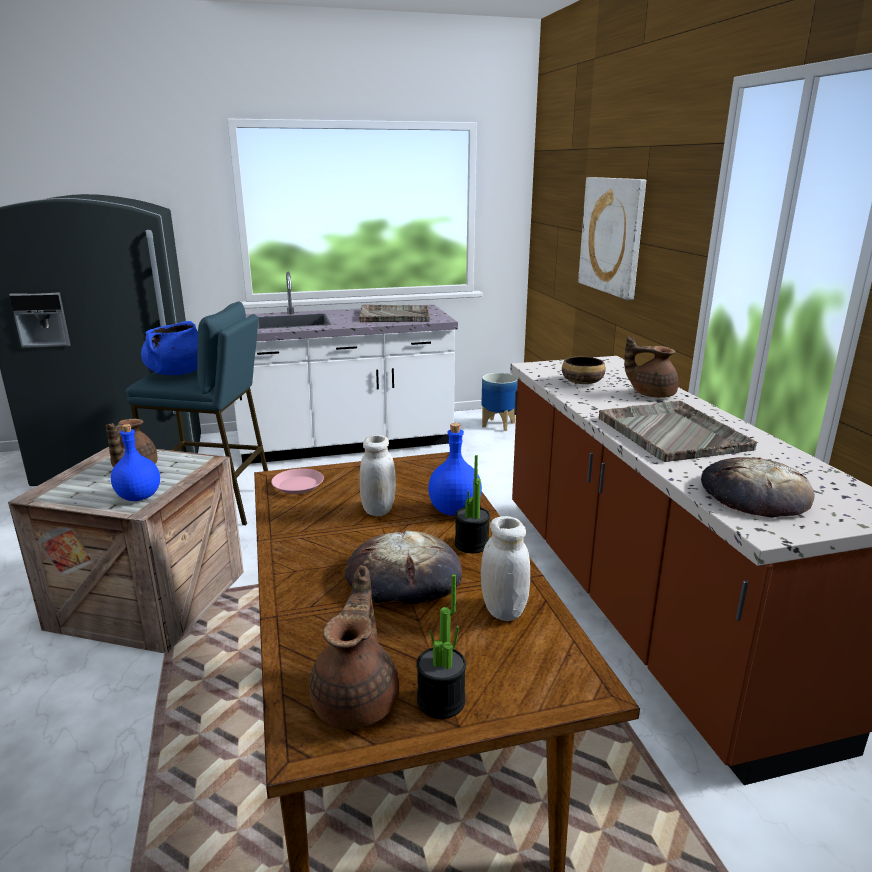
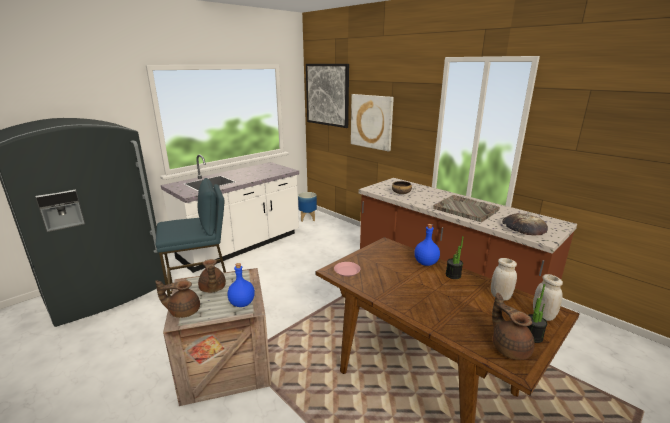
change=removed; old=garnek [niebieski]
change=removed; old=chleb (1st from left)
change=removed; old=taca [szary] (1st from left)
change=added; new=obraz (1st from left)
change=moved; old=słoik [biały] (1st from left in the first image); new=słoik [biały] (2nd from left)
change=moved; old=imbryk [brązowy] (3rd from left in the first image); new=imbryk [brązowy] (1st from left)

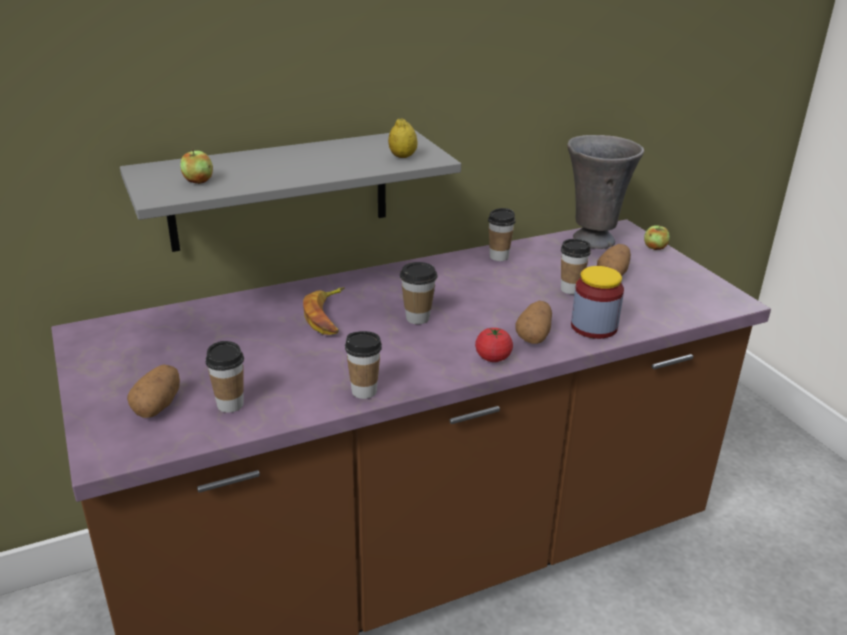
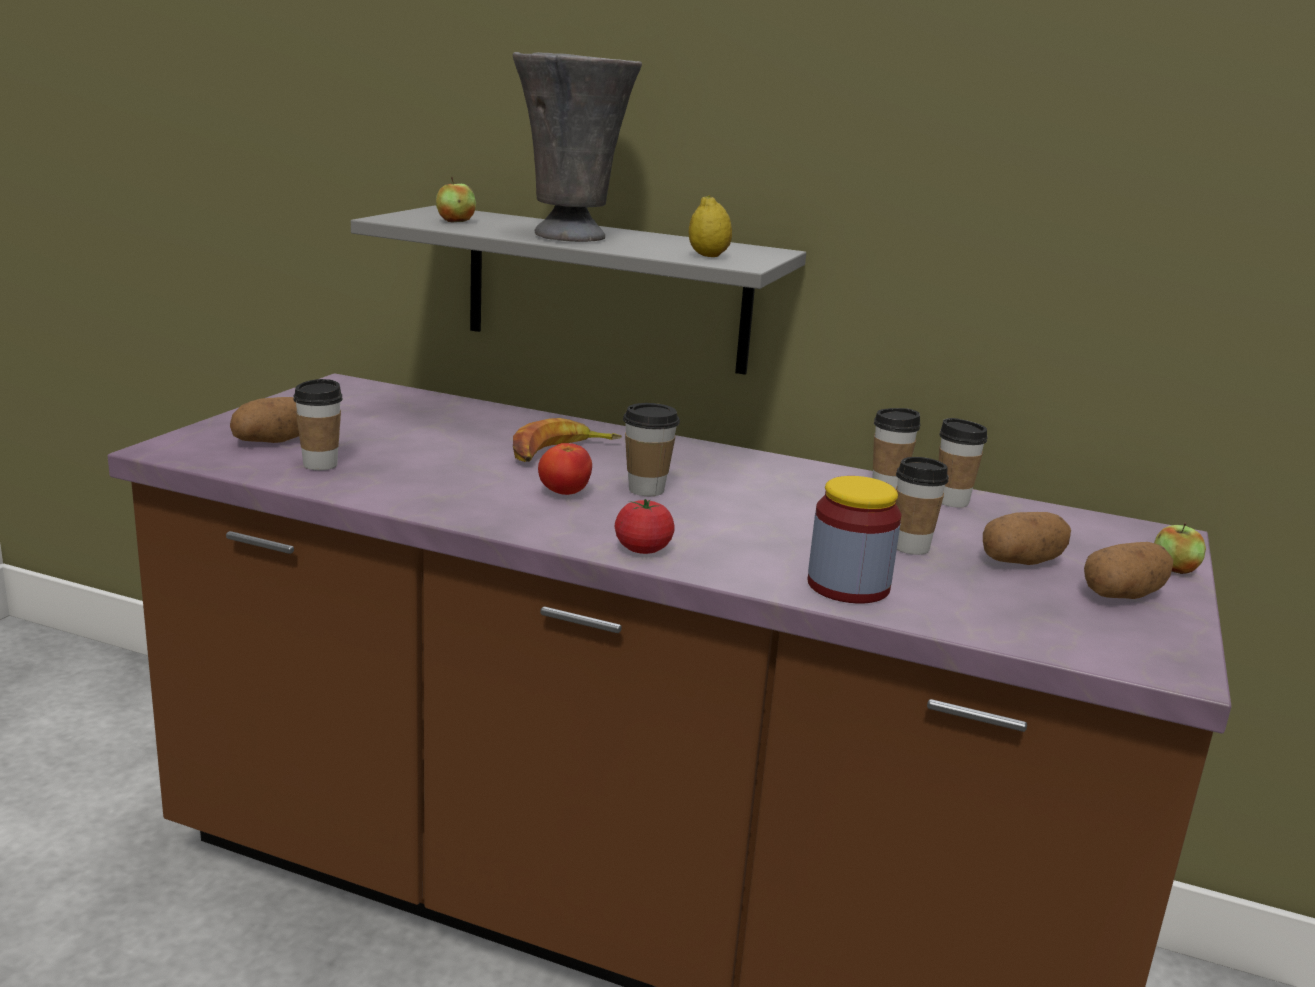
change=added; new=pomidor (1st from left)
change=moved; old=filiżanka (2nd from left in the first image); new=filiżanka (5th from left)
change=moved; old=ziemniak (2nd from left in the first image); new=ziemniak (3rd from left)
change=moved; old=wazon [szary]

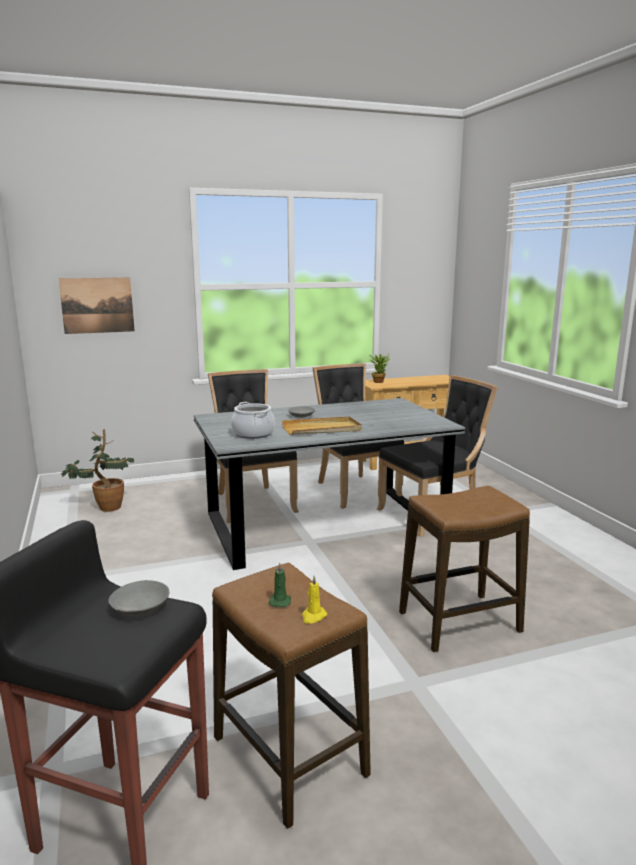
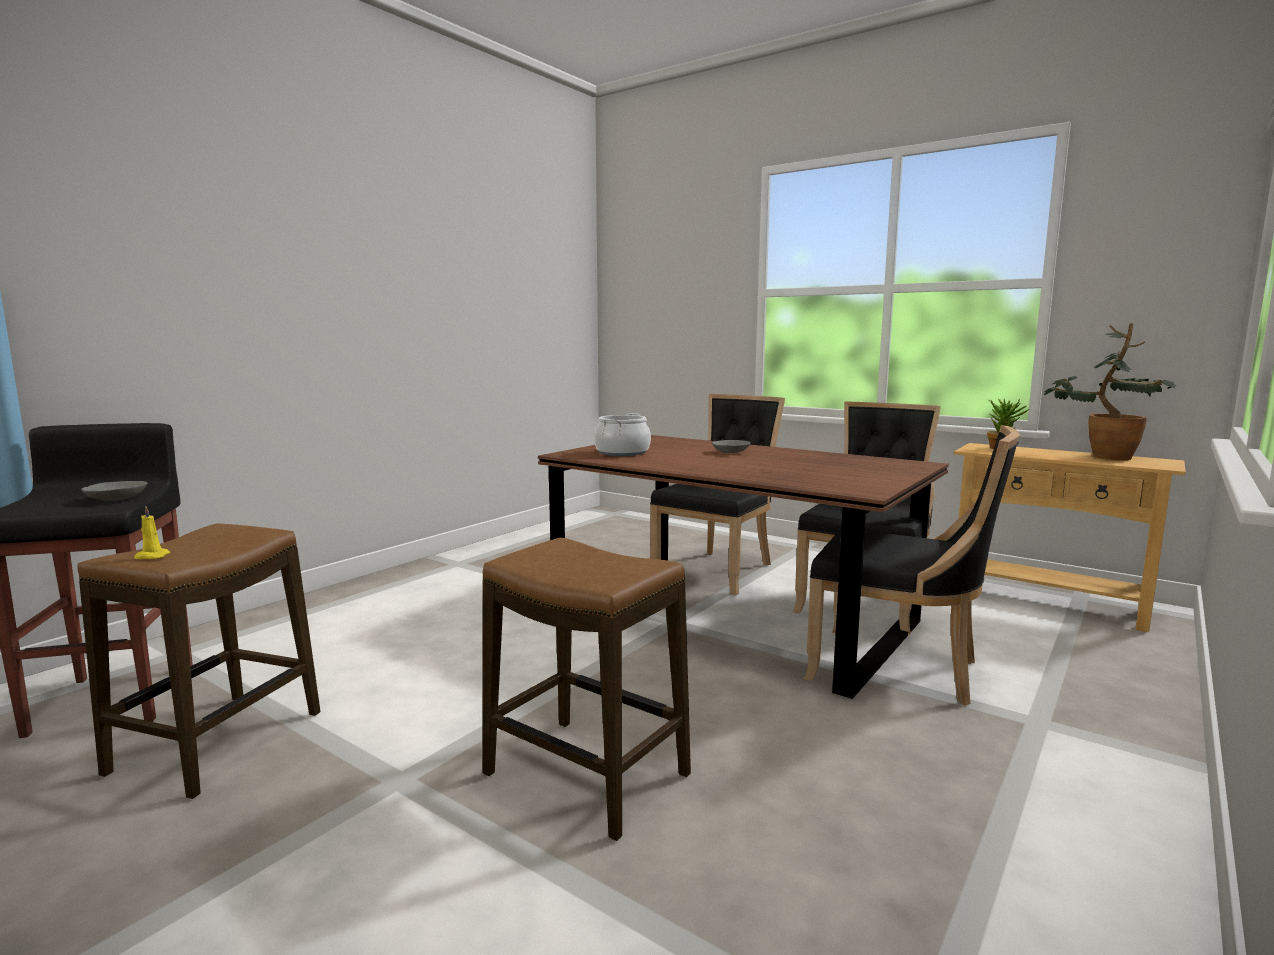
change=removed; old=obraz
change=removed; old=świeca [zielony]
change=removed; old=taca [beżowy]
change=moved; old=roślina doniczkowa (1st from left in the first image); new=roślina doniczkowa (2nd from left)
change=recoloured; old=stół jadalny [szary]; new=stół jadalny [brązowy]

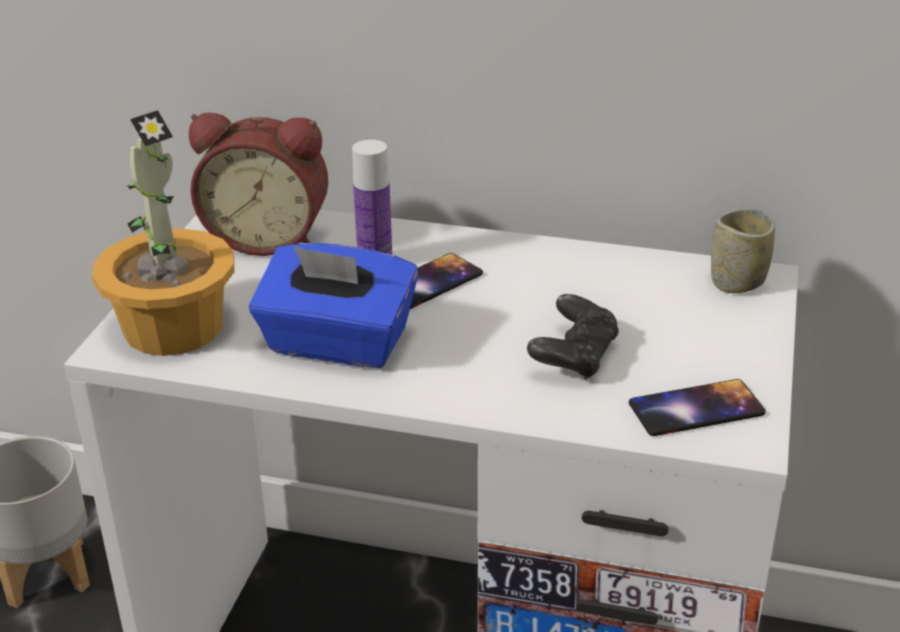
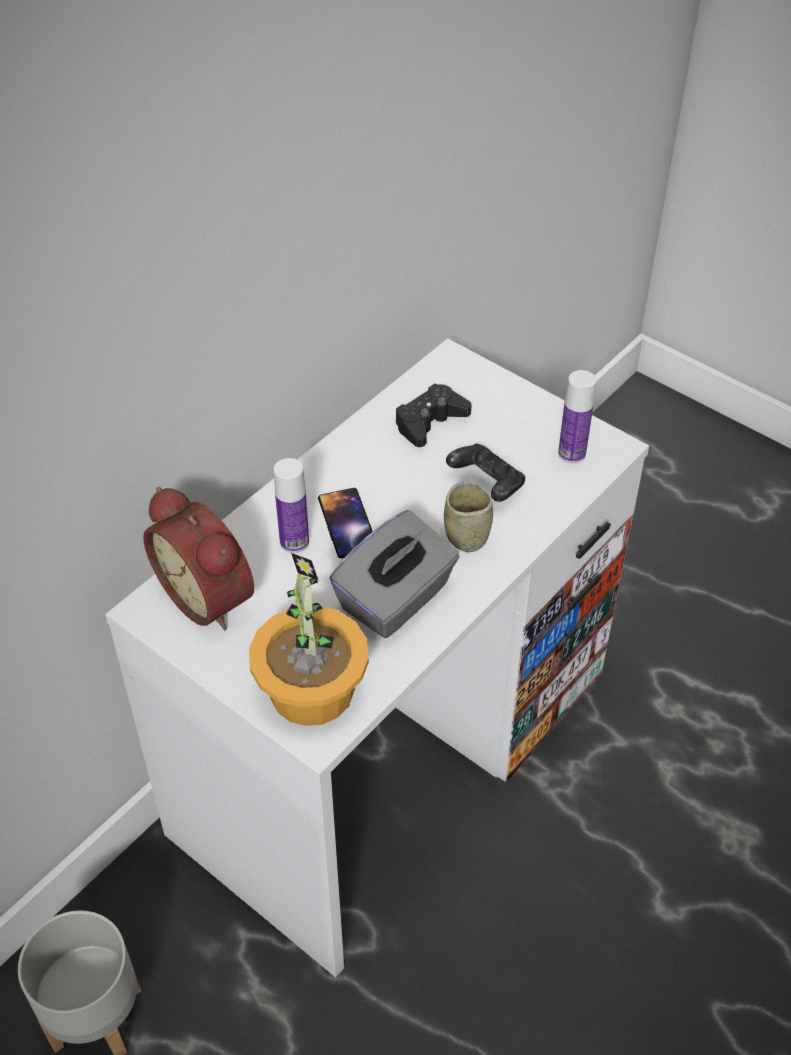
change=added; new=pad do gier [czarny] (1st from left)
change=moved; old=filiżanka
change=replaced; old=telefon (2nd from left); new=butelka (2nd from left)
change=recoloured; old=pudełko chusteczek [niebieski]; new=pudełko chusteczek [szary]
change=turned; old=budzik; degrees=105

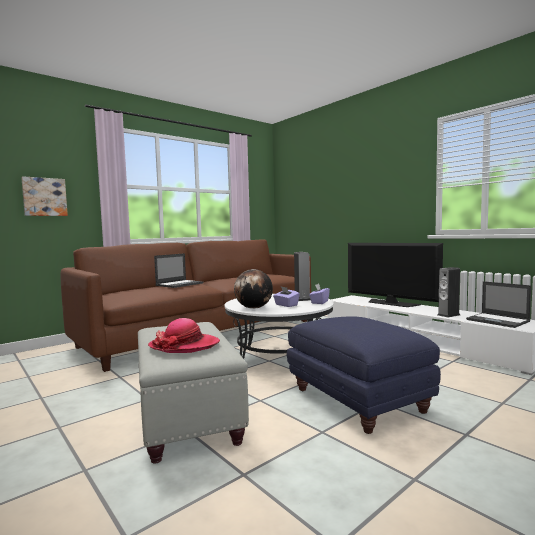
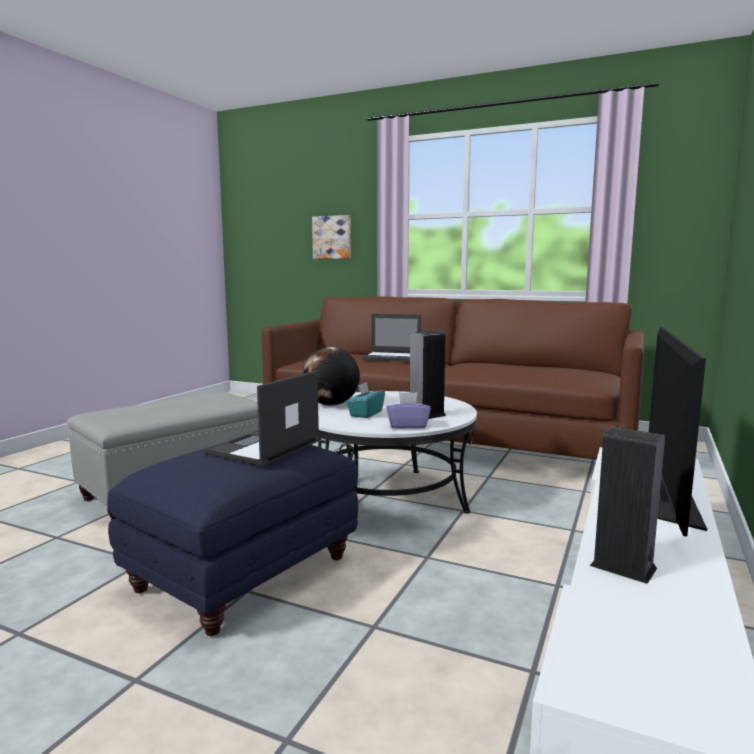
change=removed; old=kapelusz
change=moved; old=laptop (2nd from left in the first image); new=laptop (1st from left)
change=recoloured; old=pudełko chusteczek [fioletowy] (1st from left); new=pudełko chusteczek [turkusowy]

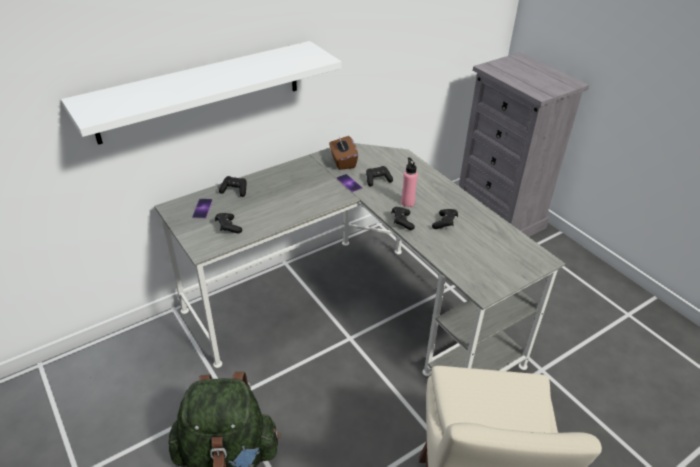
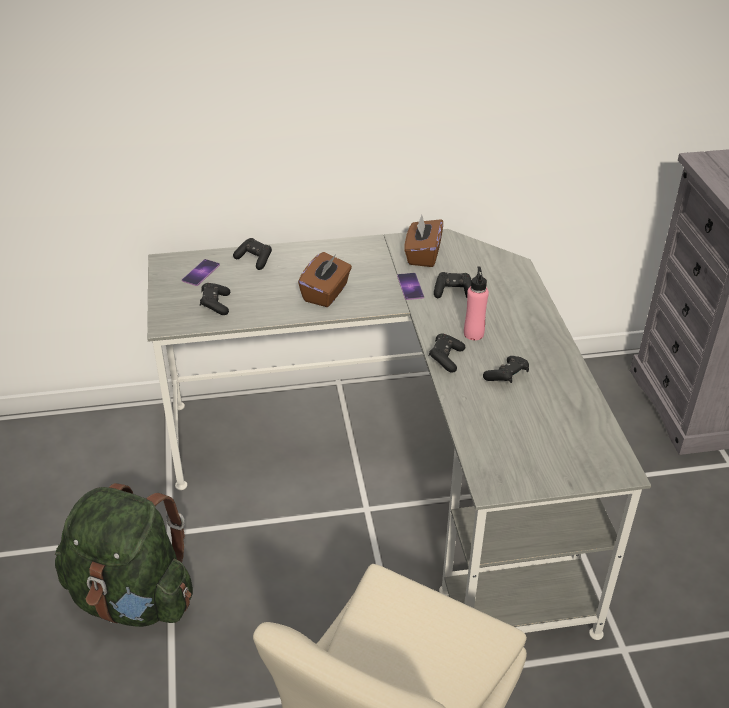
change=removed; old=półka [biały]
change=added; new=pudełko chusteczek [brązowy] (1st from left)

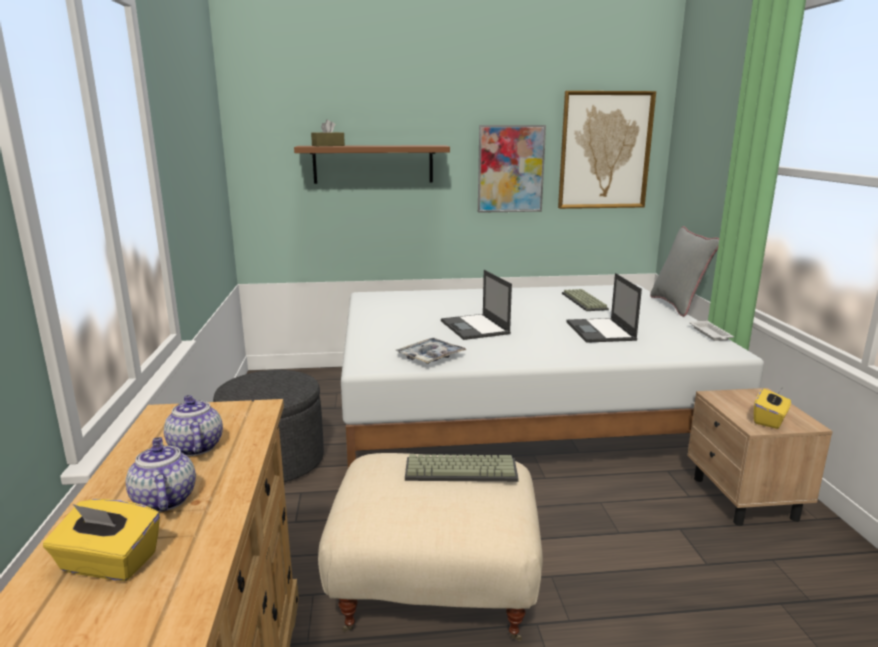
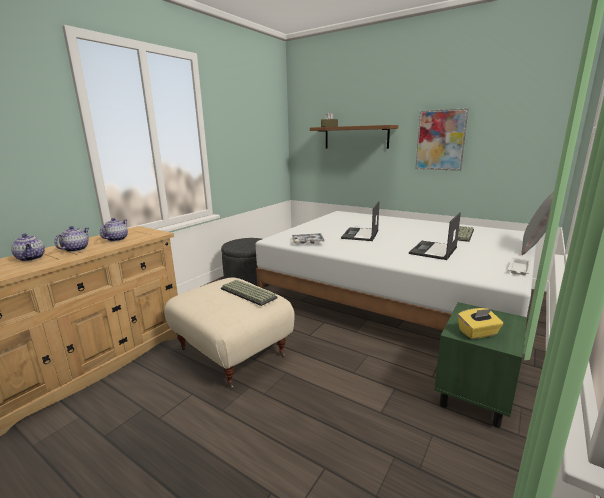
change=removed; old=obraz (2nd from left)
change=replaced; old=pudełko chusteczek [żółty] (1st from left); new=imbryk (1st from left)
change=recoloured; old=szafka nocna [beżowy]; new=szafka nocna [zielony]

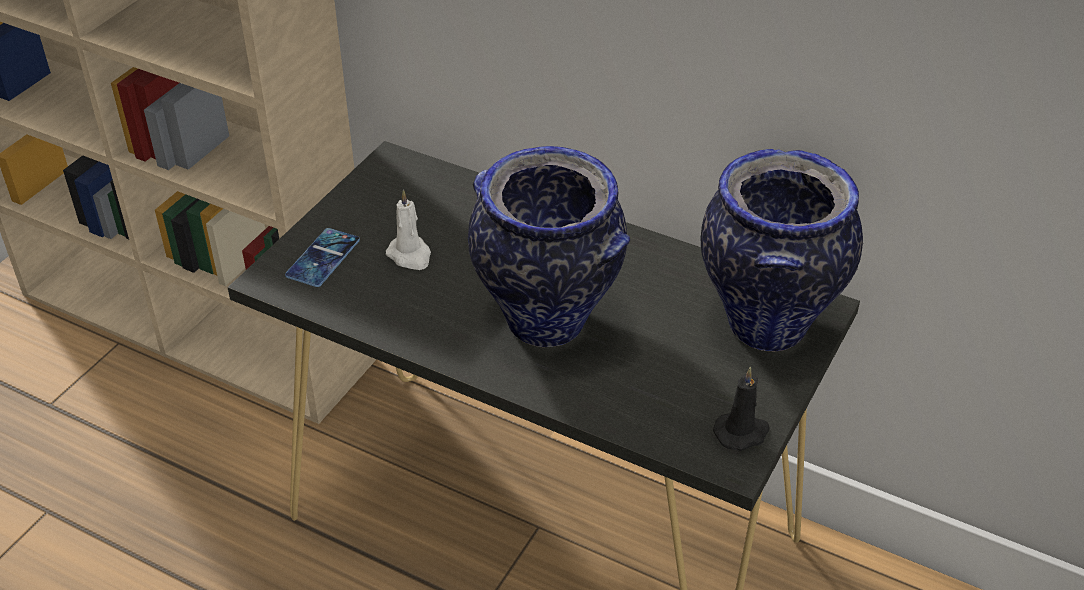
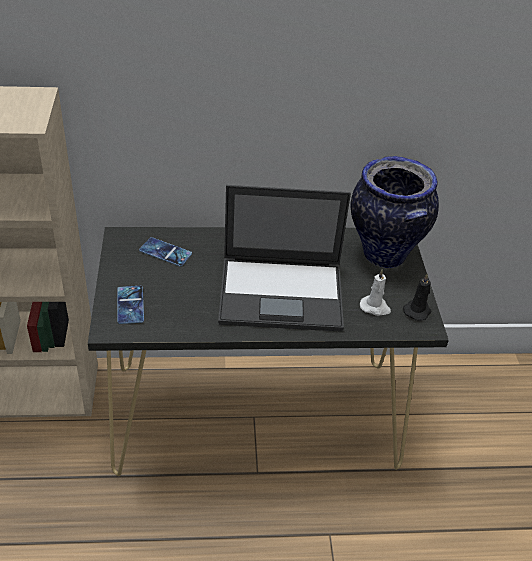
change=added; new=telefon (2nd from left)
change=moved; old=świeca [biały]
change=replaced; old=wazon (1st from left); new=laptop

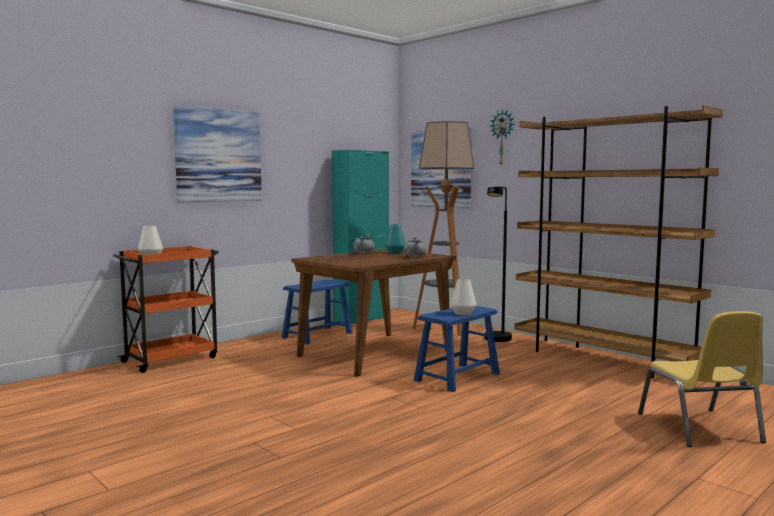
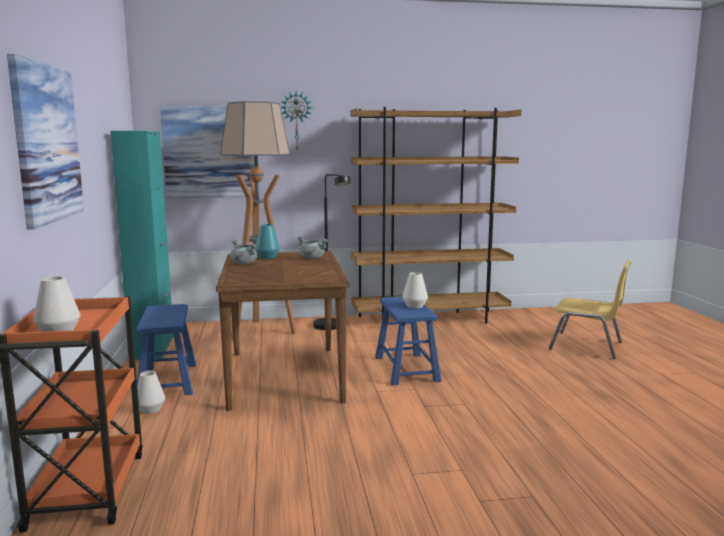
change=added; new=wazon [biały] (2nd from left)

